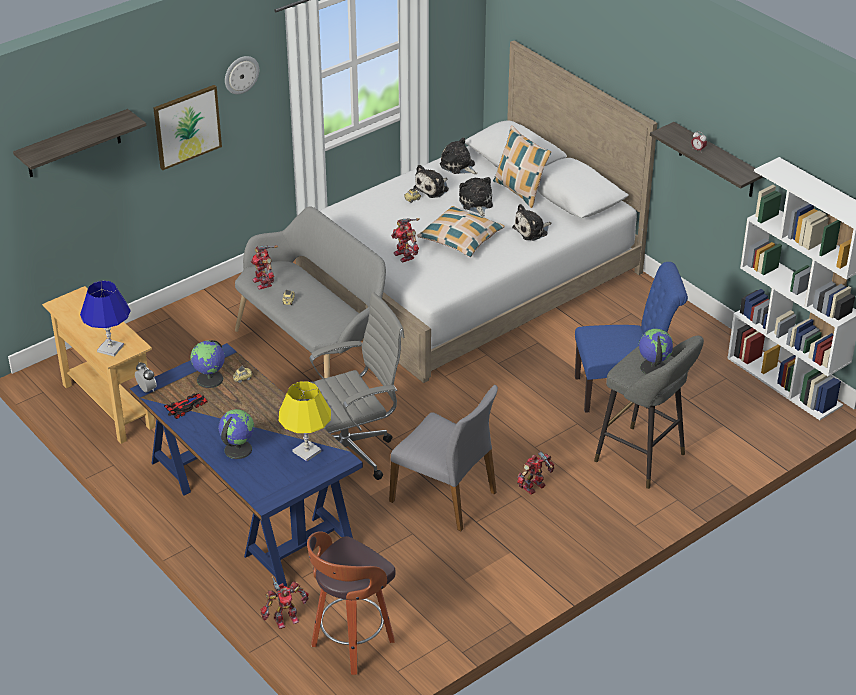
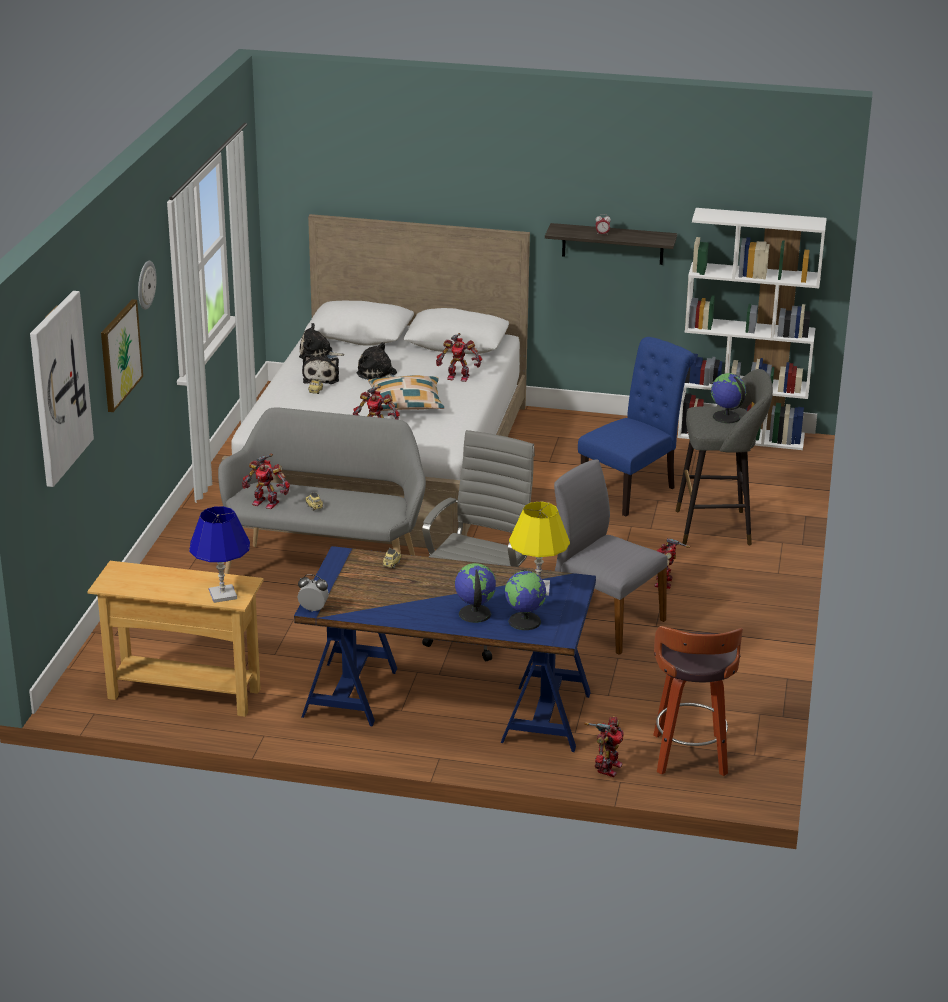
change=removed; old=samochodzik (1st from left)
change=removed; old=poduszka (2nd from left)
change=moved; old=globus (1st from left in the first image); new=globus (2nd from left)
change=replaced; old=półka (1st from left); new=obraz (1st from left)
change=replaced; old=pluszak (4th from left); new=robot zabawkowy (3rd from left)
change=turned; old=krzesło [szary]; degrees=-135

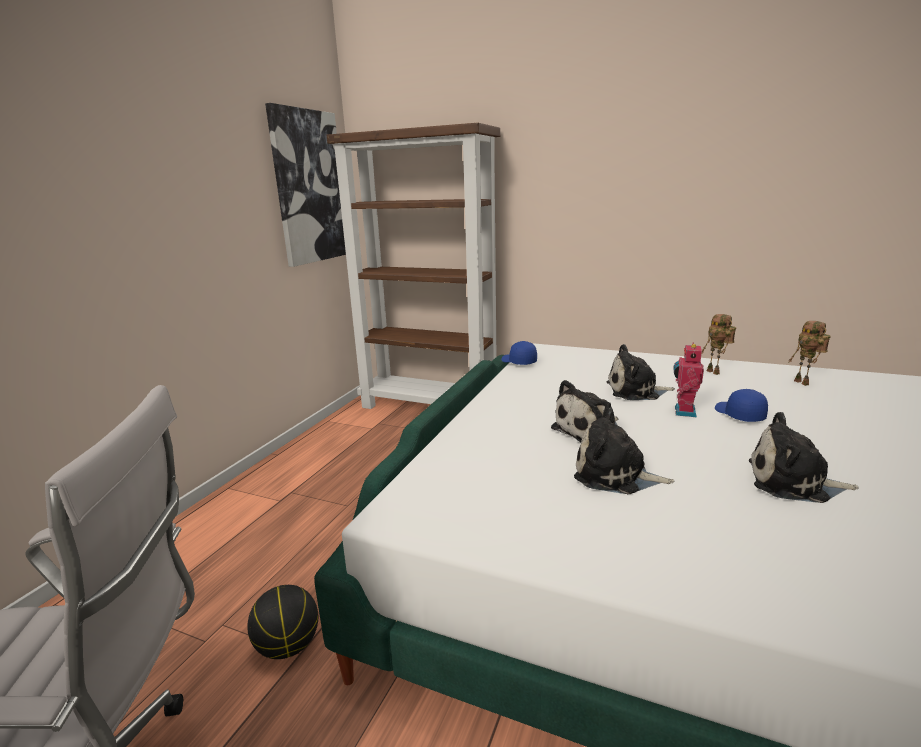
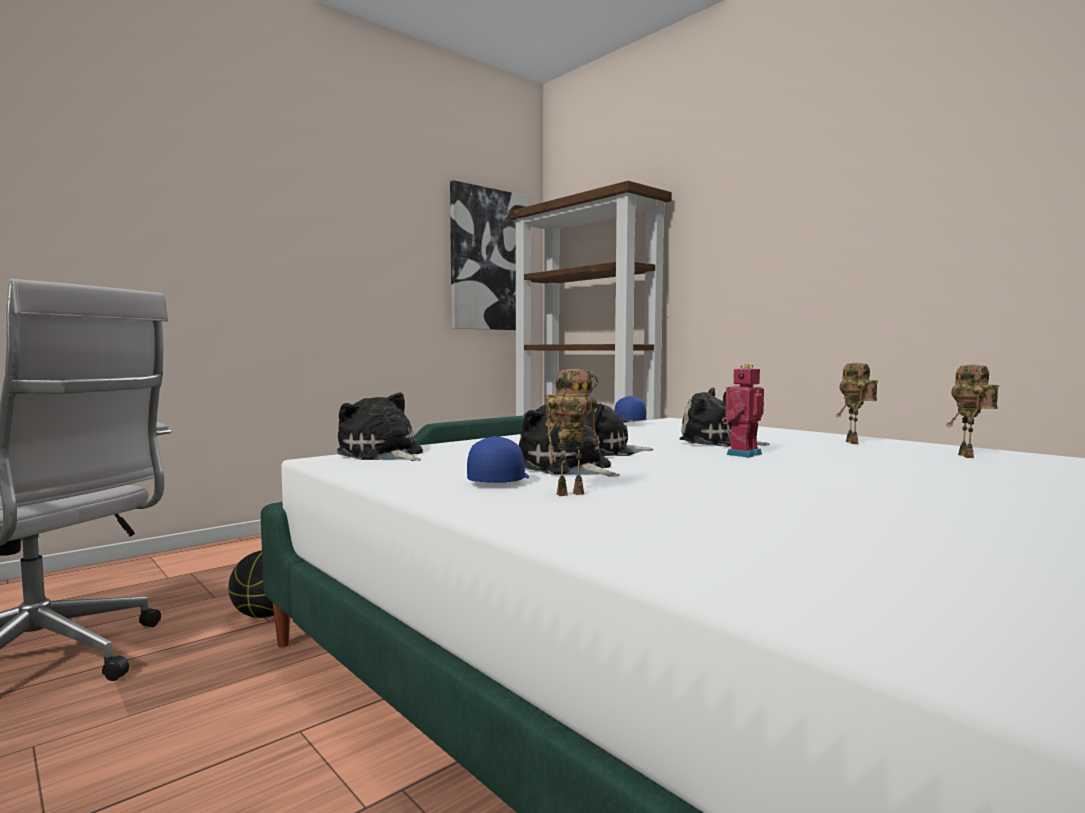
change=added; new=robot zabawkowy (1st from left)
change=moved; old=czapka z daszkiem [niebieski] (2nd from left in the first image); new=czapka z daszkiem [niebieski] (1st from left)
change=moved; old=pluszak (4th from left in the first image); new=pluszak (1st from left)

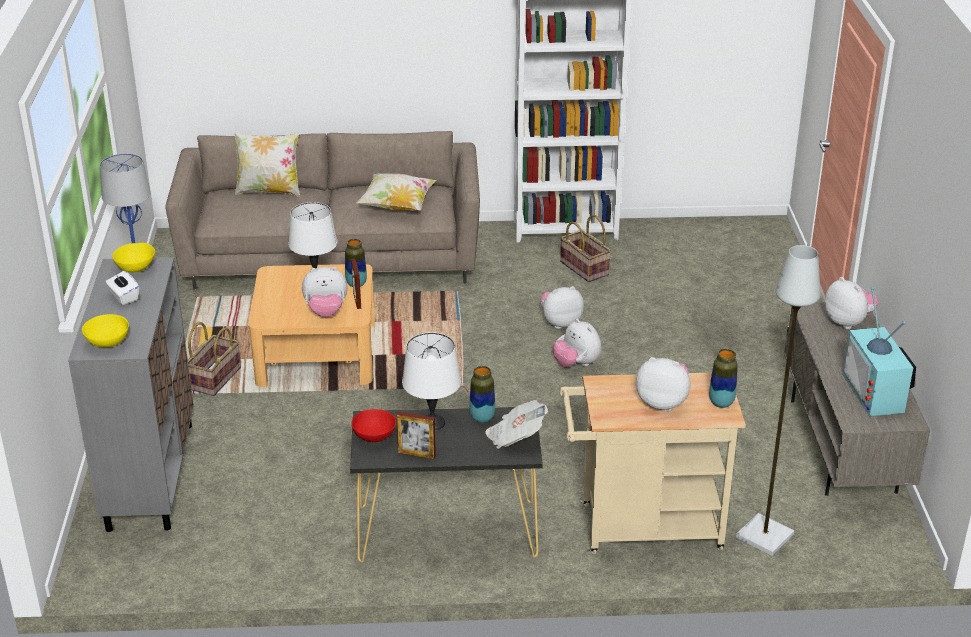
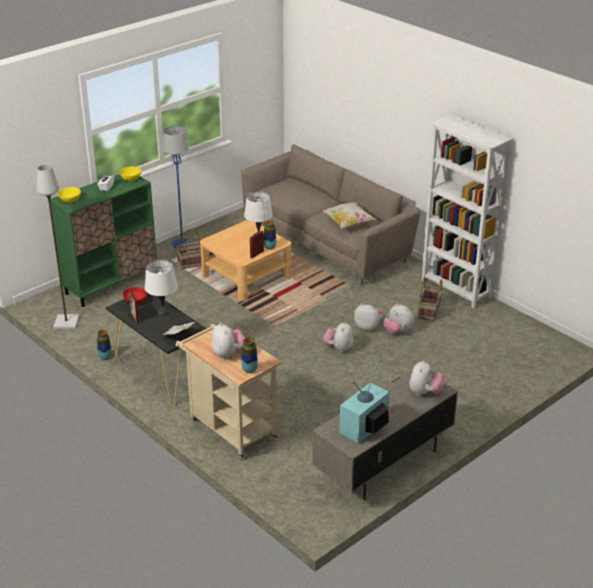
change=removed; old=poduszka (1st from left)
change=moved; old=pluszak (1st from left in the first image); new=pluszak (4th from left)
change=moved; old=wazon (2nd from left in the first image); new=wazon (1st from left)
change=moved; old=lampa stojąca [szary]
change=recoloured; old=szafka [szary]; new=szafka [zielony]

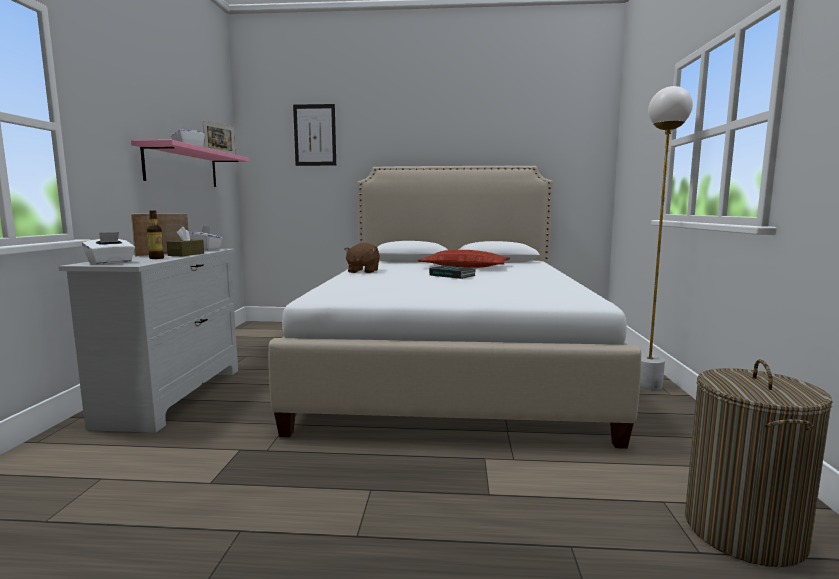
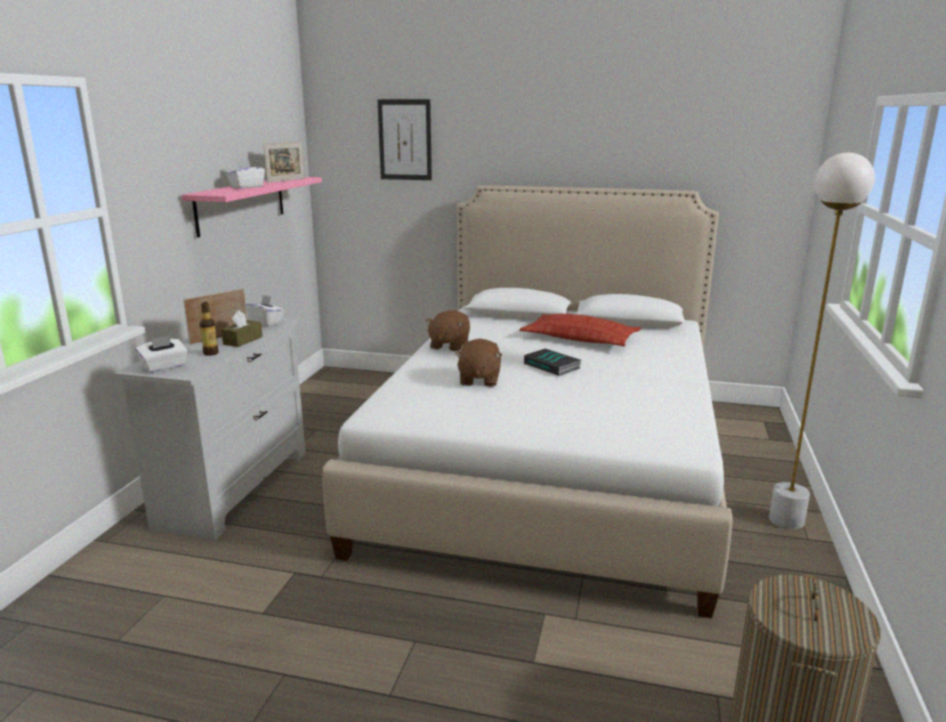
change=added; new=pluszak [brązowy] (2nd from left)

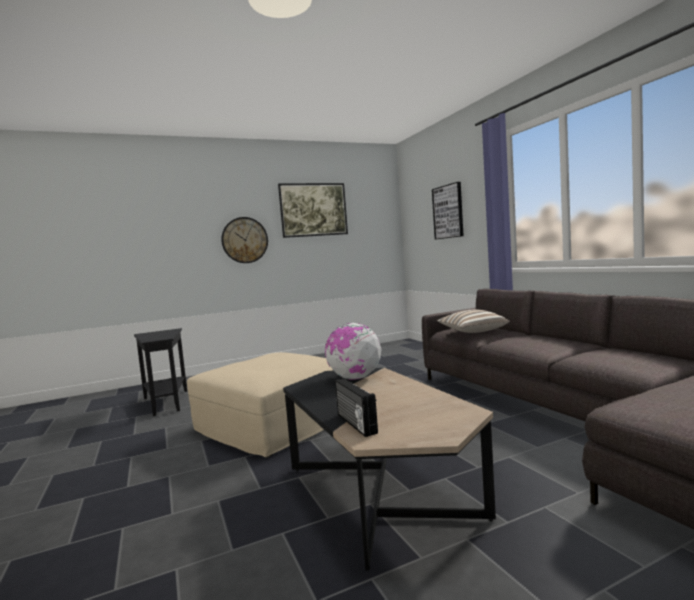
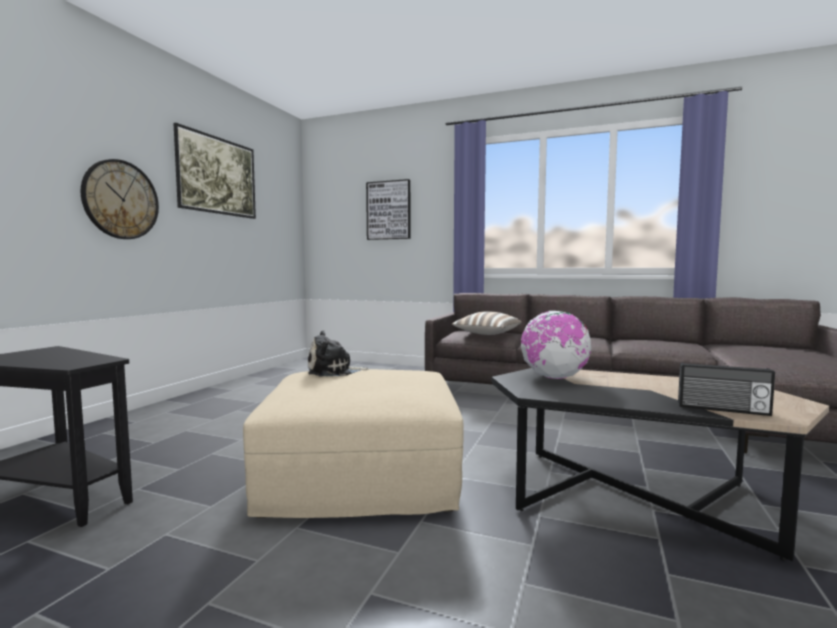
change=added; new=pluszak

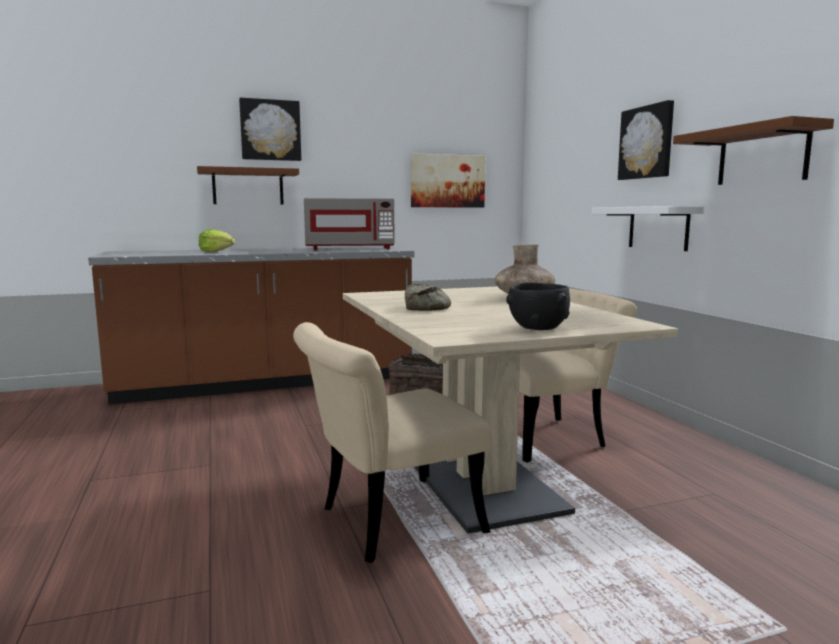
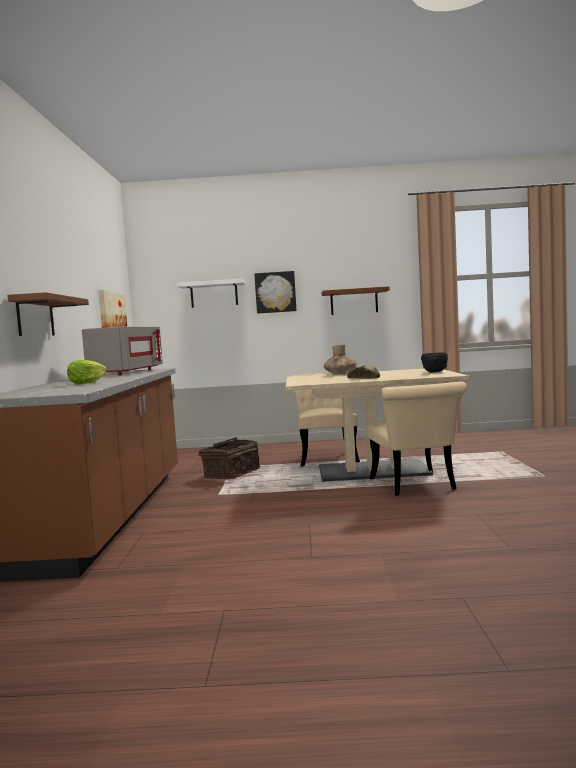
change=removed; old=obraz (1st from left)
change=moved; old=półka [biały]

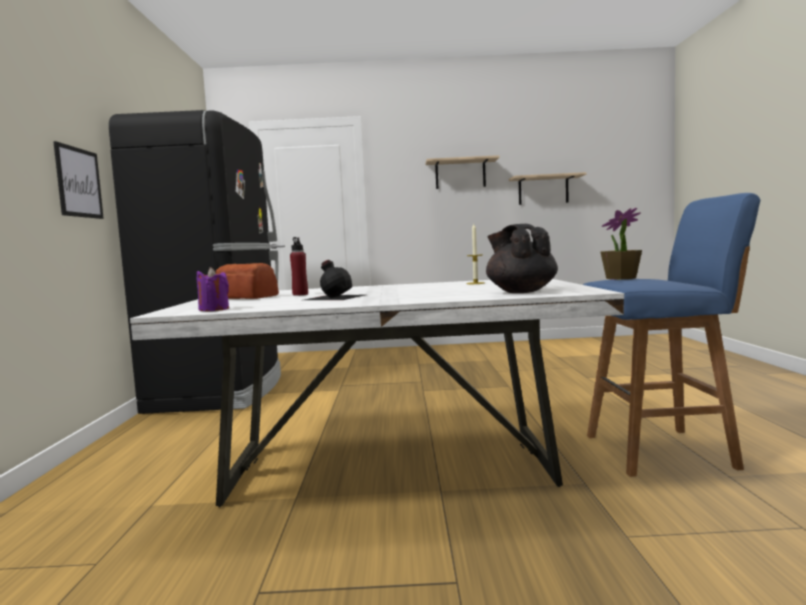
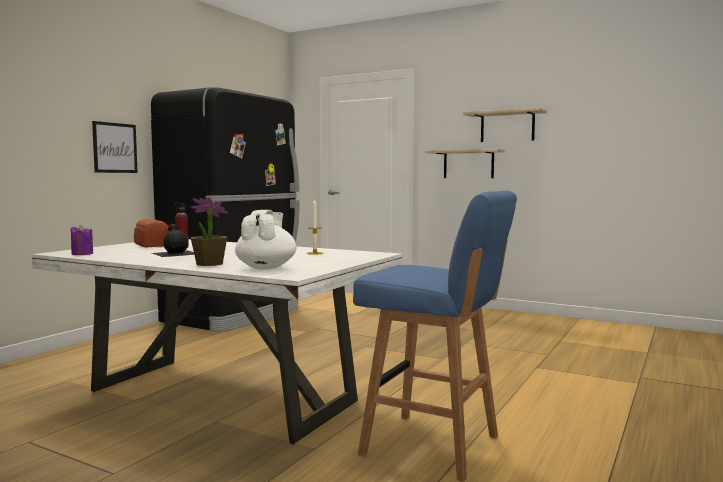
change=moved; old=półka (2nd from left in the first image); new=półka (1st from left)
change=moved; old=roślina doniczkowa
change=recoloured; old=imbryk [czarny]; new=imbryk [biały]

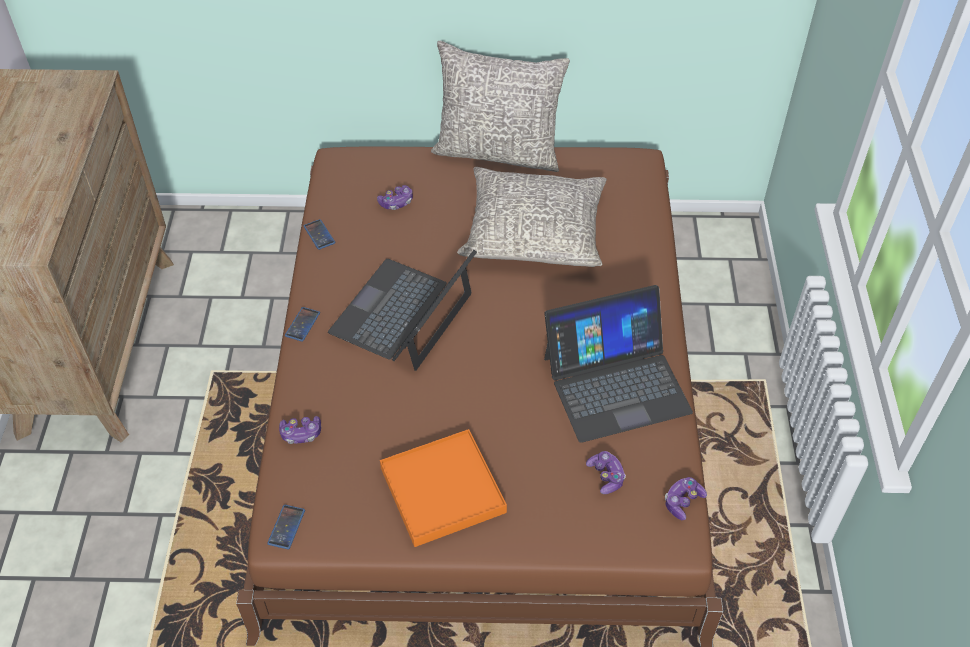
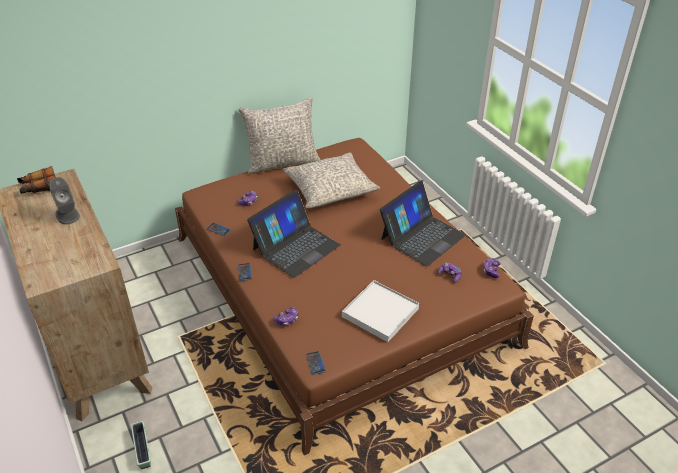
change=added; new=lornetka
change=added; new=głośnik [szary]
change=added; new=donica
change=recoloured; old=taca [pomarańczowy]; new=taca [biały]
change=turned; old=laptop (1st from left); degrees=-135

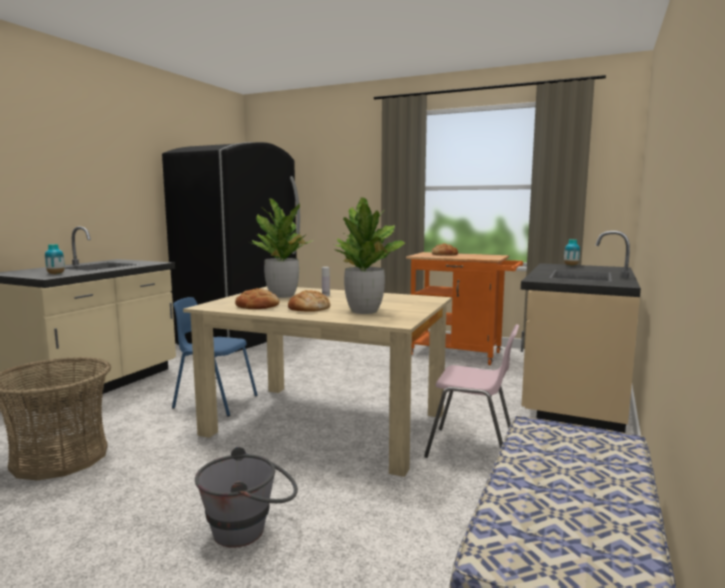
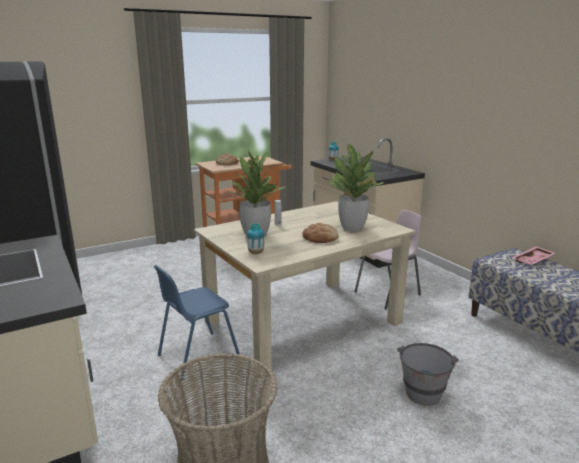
change=removed; old=chleb (1st from left)
change=added; new=taca [różowy]
change=moved; old=wazon (1st from left)

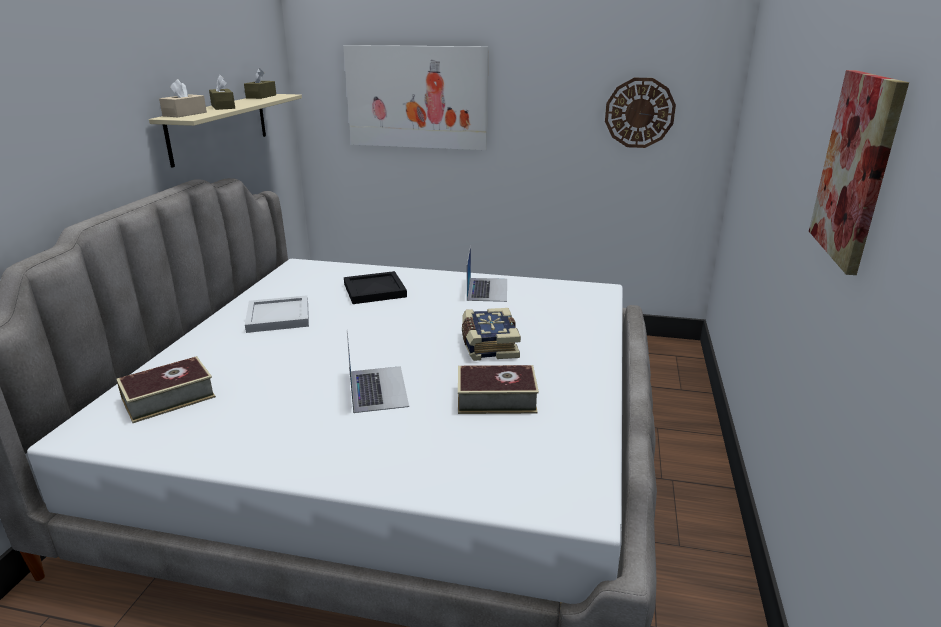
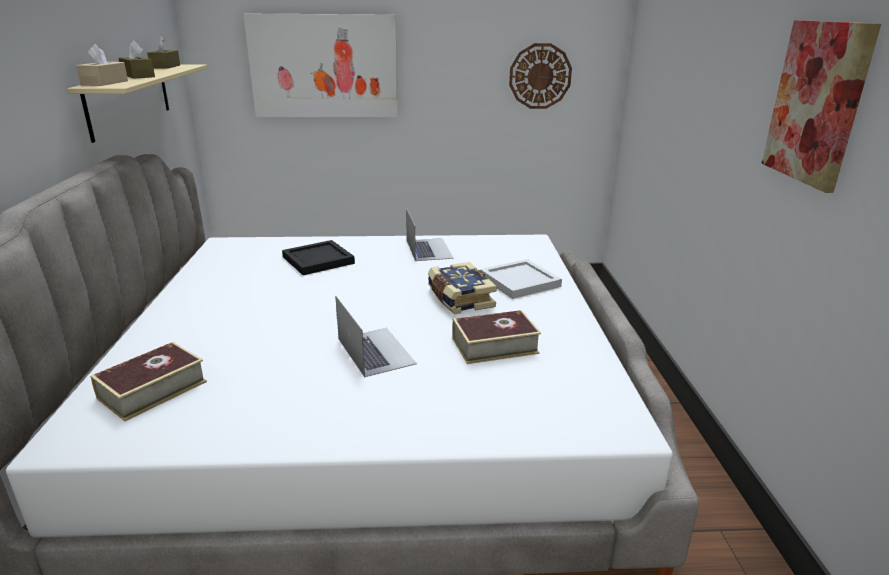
change=moved; old=taca [biały]

